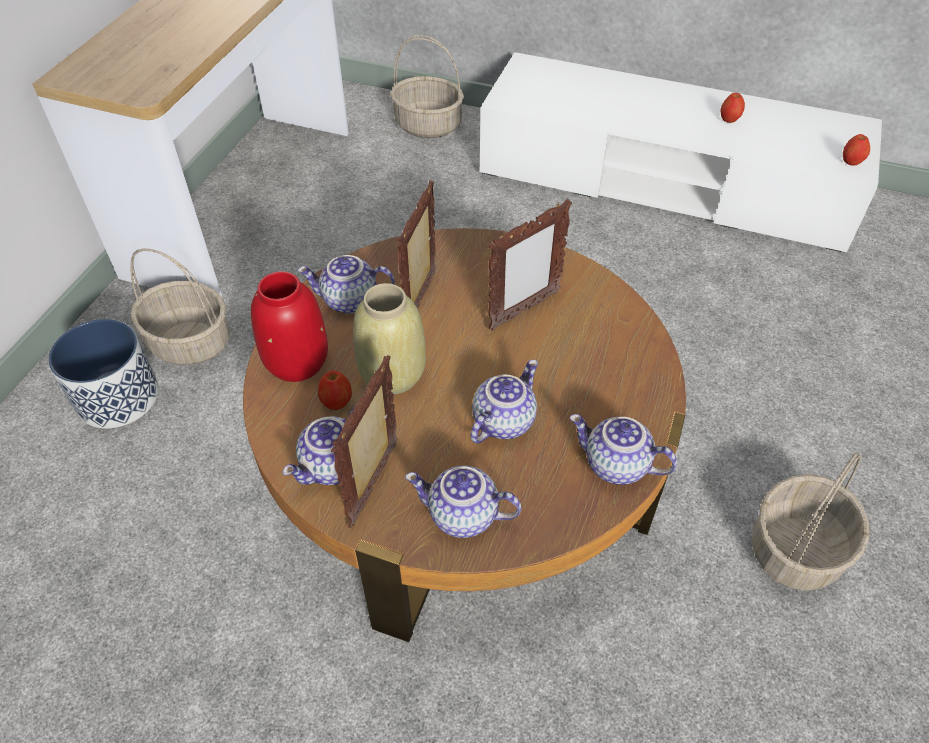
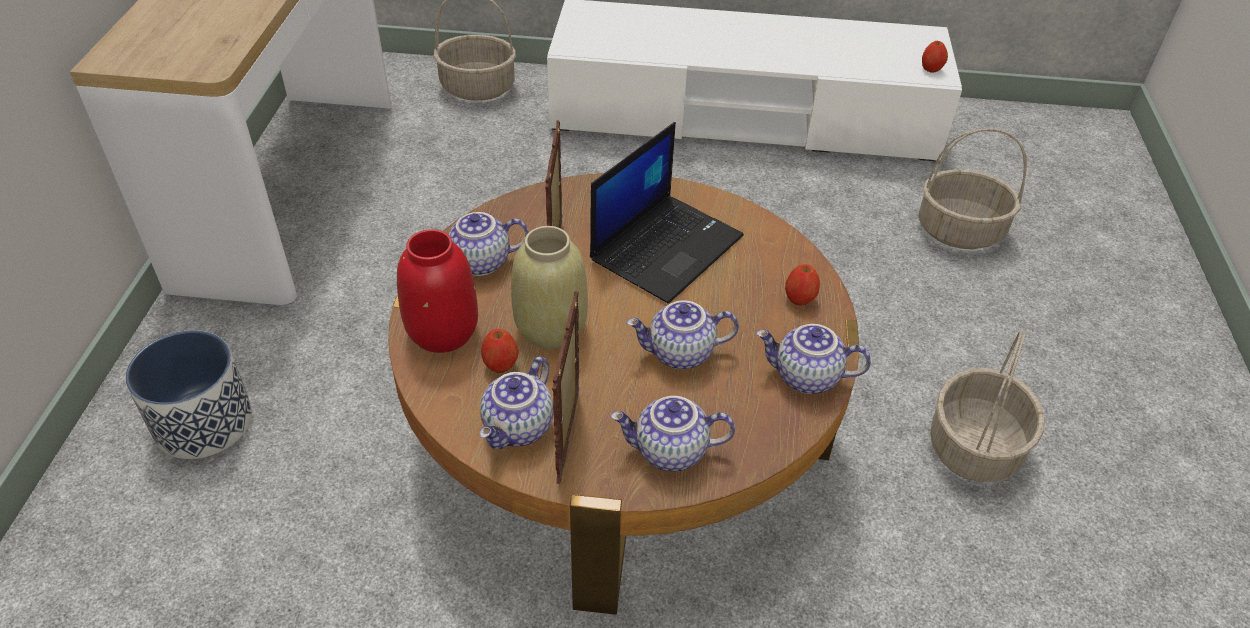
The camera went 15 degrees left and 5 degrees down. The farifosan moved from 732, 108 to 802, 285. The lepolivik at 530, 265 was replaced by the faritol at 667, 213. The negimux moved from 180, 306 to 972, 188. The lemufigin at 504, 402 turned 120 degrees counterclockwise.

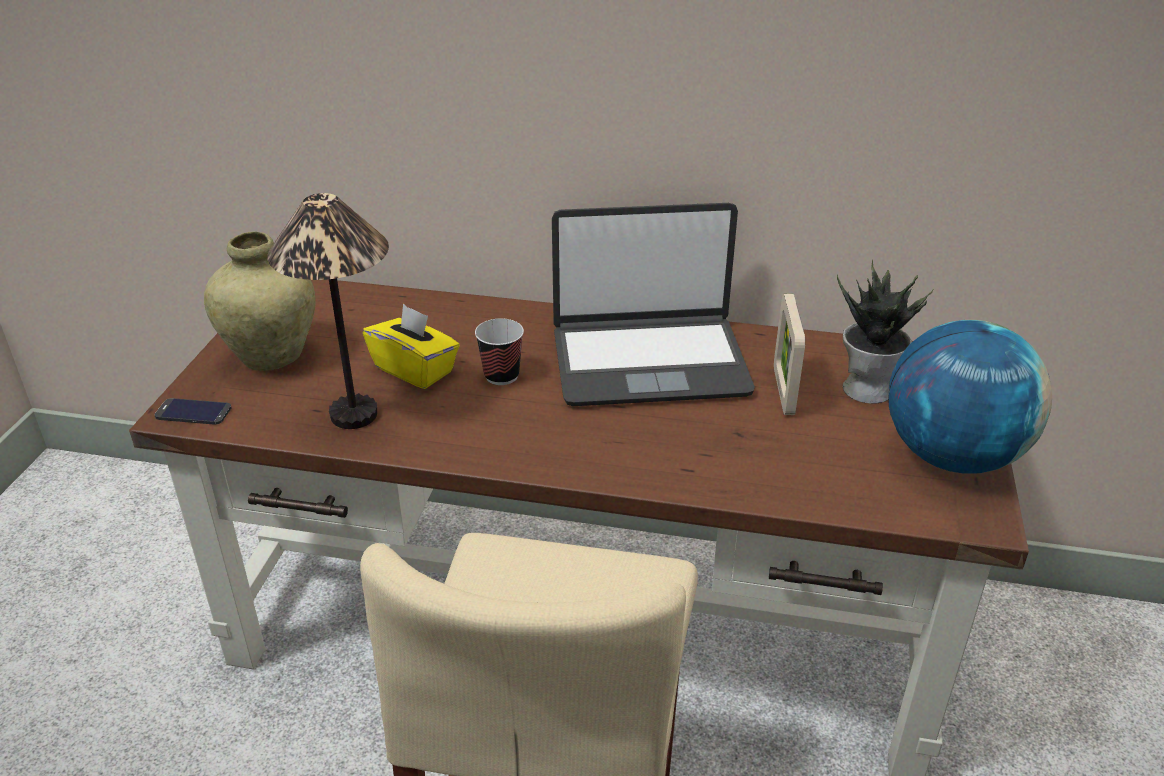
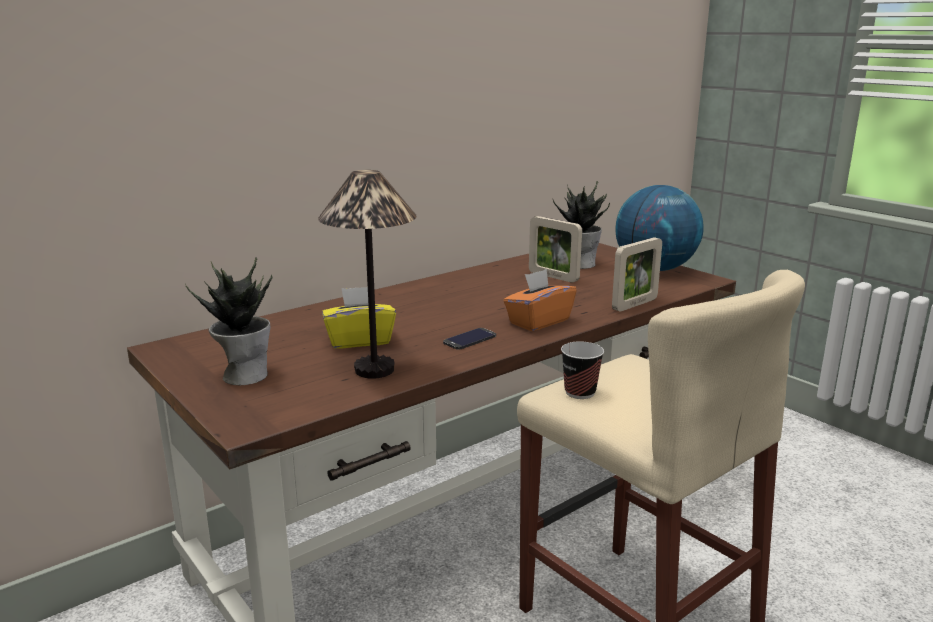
The camera went 50 degrees left and 15 degrees down. The faritol at 653, 304 disappeared. The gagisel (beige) at 260, 301 was replaced by the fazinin at 228, 321. The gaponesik moved from 499, 351 to 582, 370. The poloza moved from 193, 411 to 469, 339. The lepolivik at 637, 274 appeared. The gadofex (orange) at 540, 300 appeared.

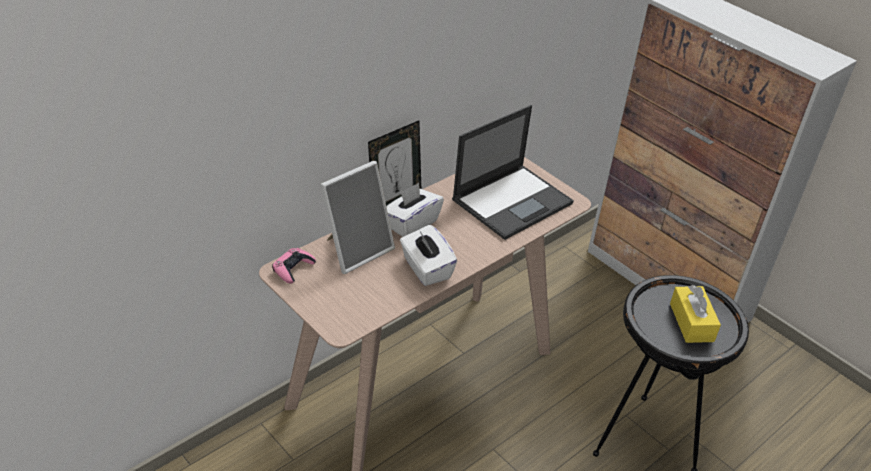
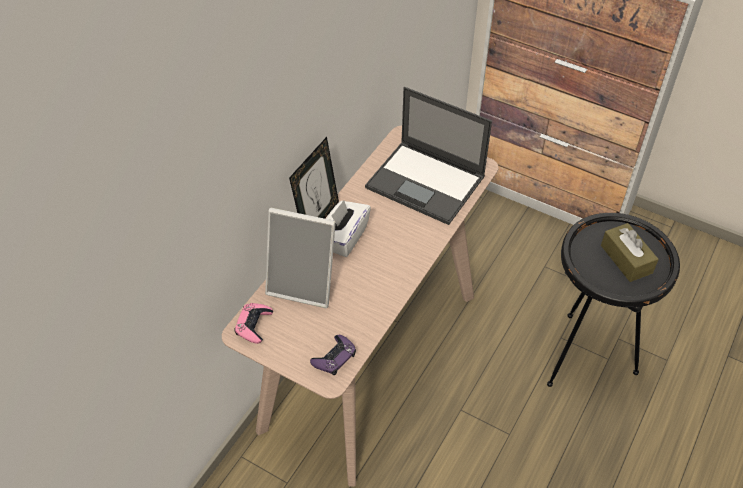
The camera went 15 degrees left and 10 degrees up. The faritol at 513, 172 turned 90 degrees clockwise. The lepolivik at 357, 217 turned 75 degrees clockwise. The gadofex (white) at 428, 255 disappeared. The gadofex (yellow) at 695, 314 became the gadofex (brown) at 630, 252. The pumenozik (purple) at 333, 355 appeared.

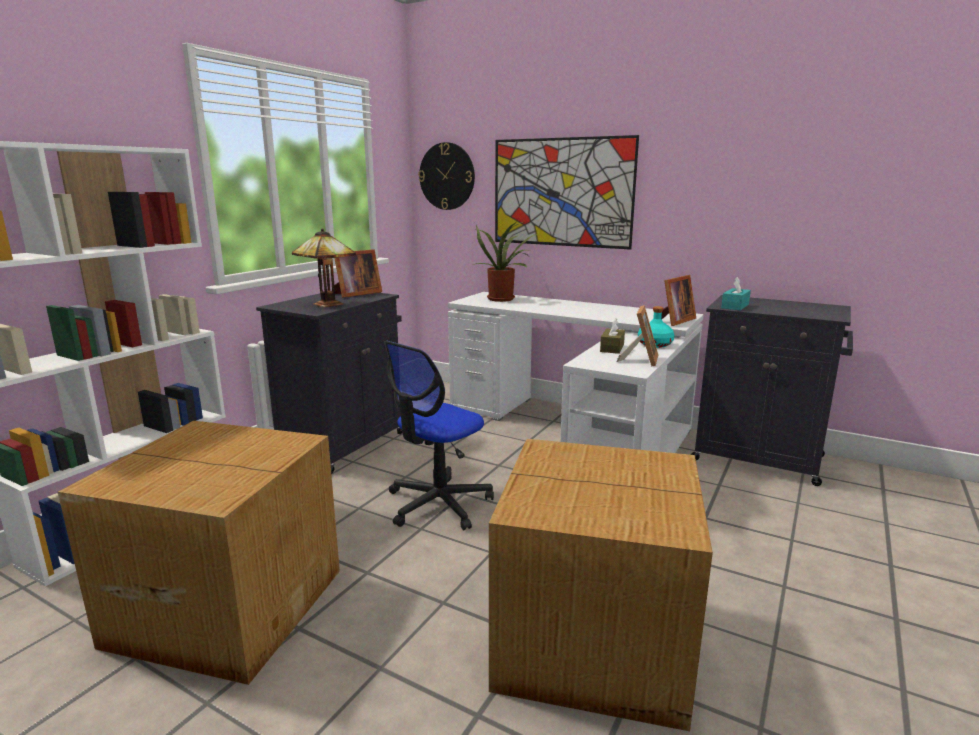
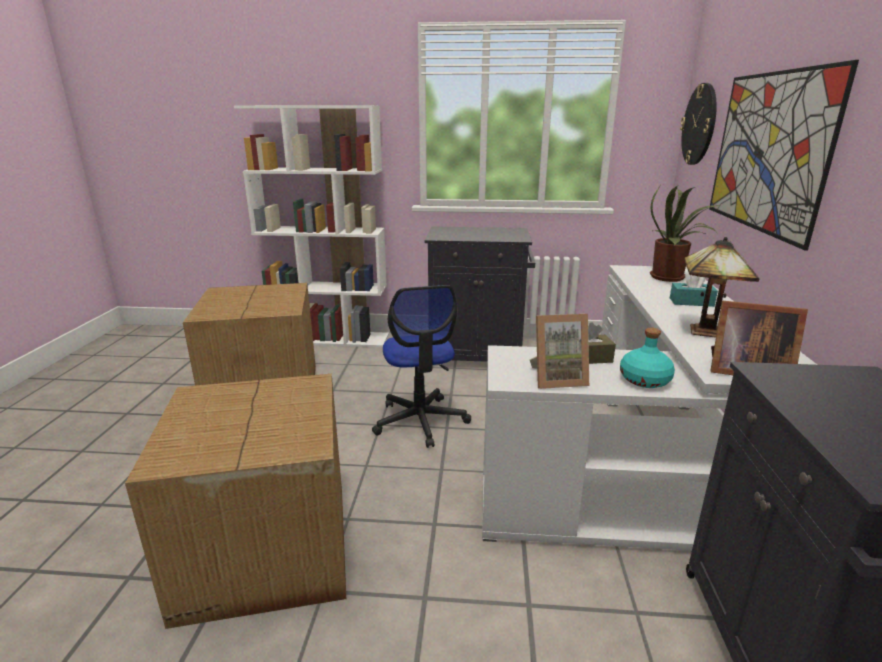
The camera went 65 degrees right and 5 degrees up. The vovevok moved from 324, 268 to 721, 287. The lepolivik at 358, 273 disappeared. The gadofex (turquoise) moved from 736, 293 to 694, 290. The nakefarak at 439, 435 turned 120 degrees counterclockwise.

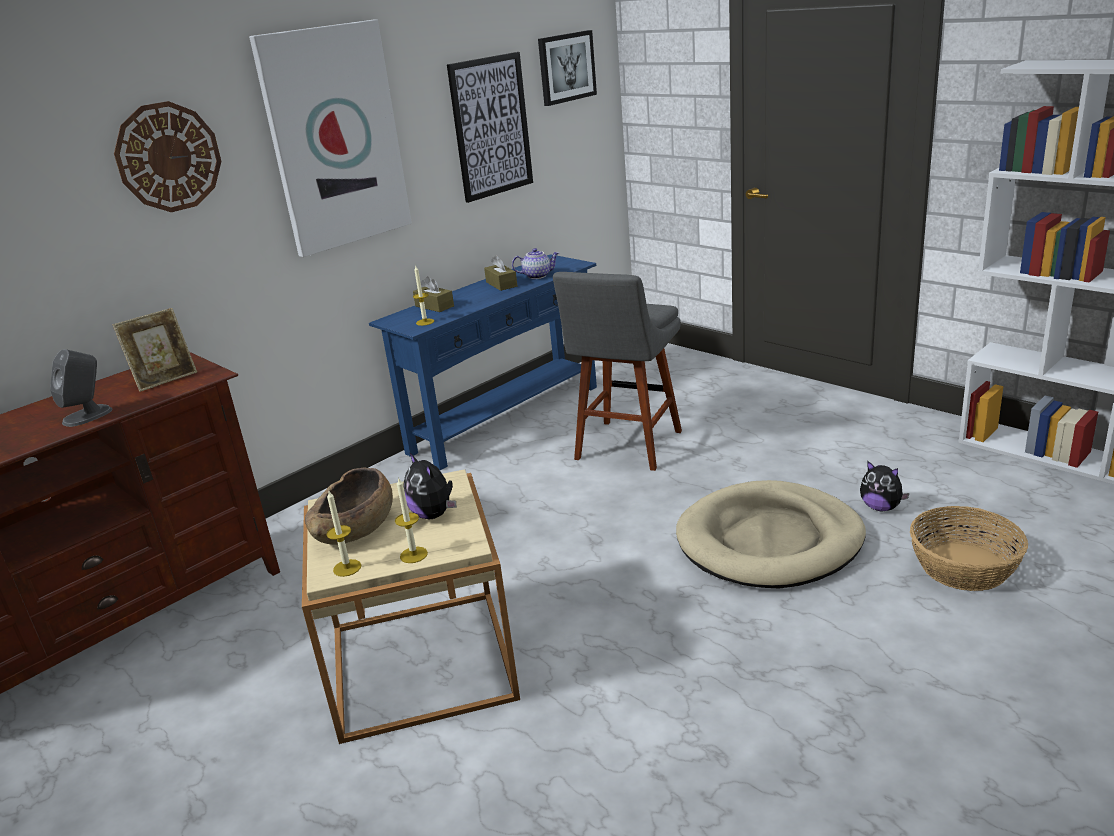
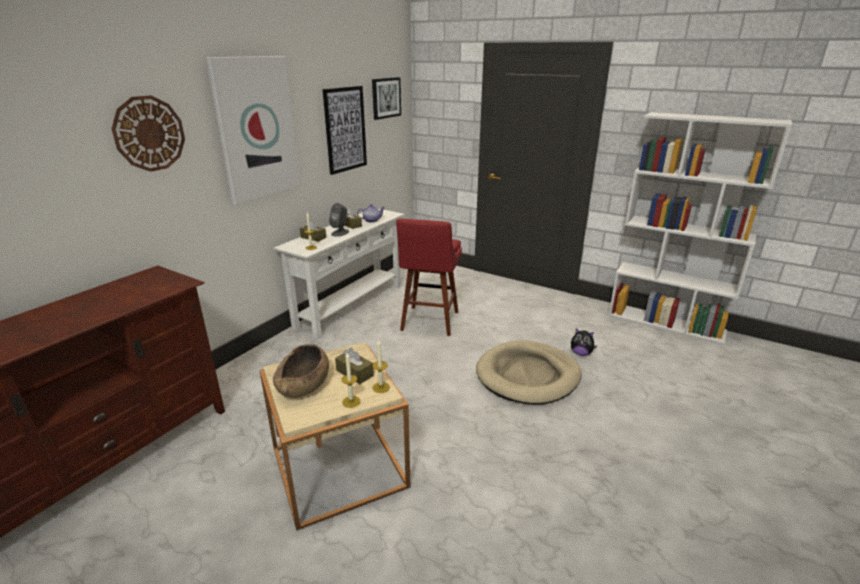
The camera went 15 degrees left and 0 degrees up. The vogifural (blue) at 483, 362 became the vogifural (white) at 338, 274. The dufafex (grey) at 617, 371 became the dufafex (red) at 429, 277. The lepolivik at 155, 350 disappeared. The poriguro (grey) moved from 81, 388 to 339, 220. The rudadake at 430, 485 was replaced by the gadofex (brown) at 354, 366. The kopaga moved from 344, 534 to 381, 366. The negimux at 969, 548 disappeared.

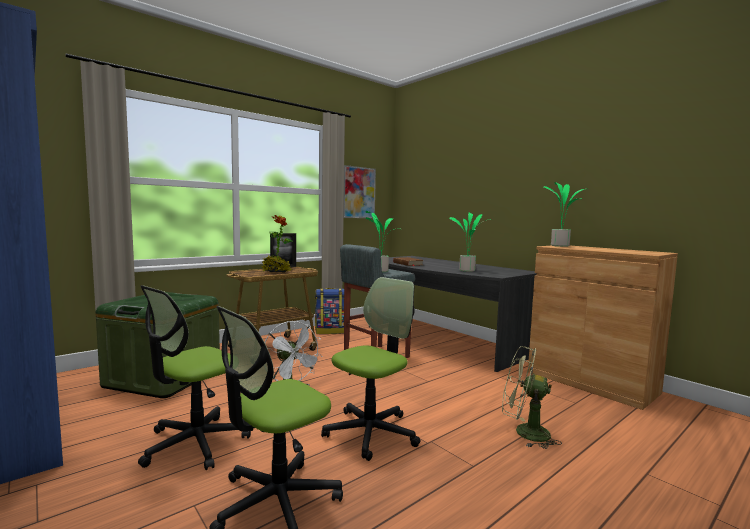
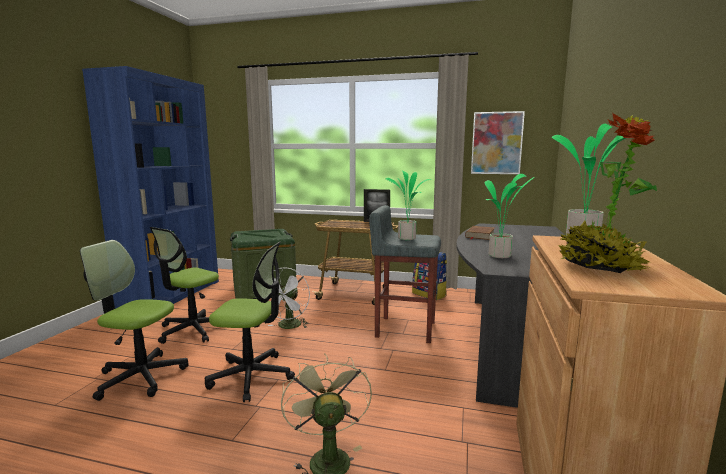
The camera went 55 degrees right and 5 degrees up. The fazinin moved from 277, 243 to 607, 193. The nakefarak at 194, 377 turned 60 degrees counterclockwise.

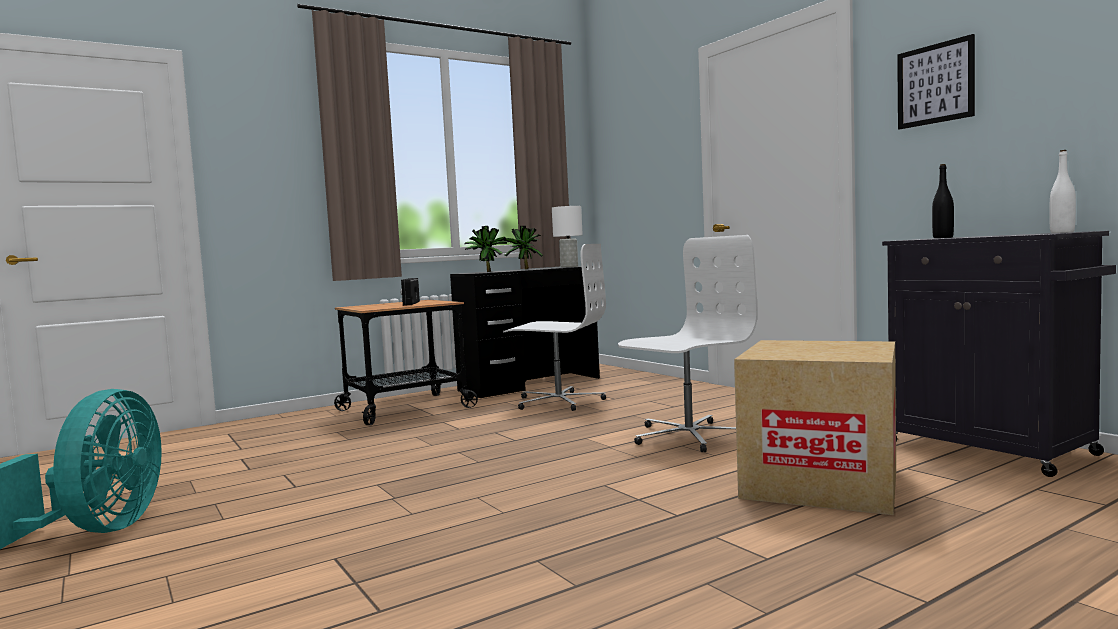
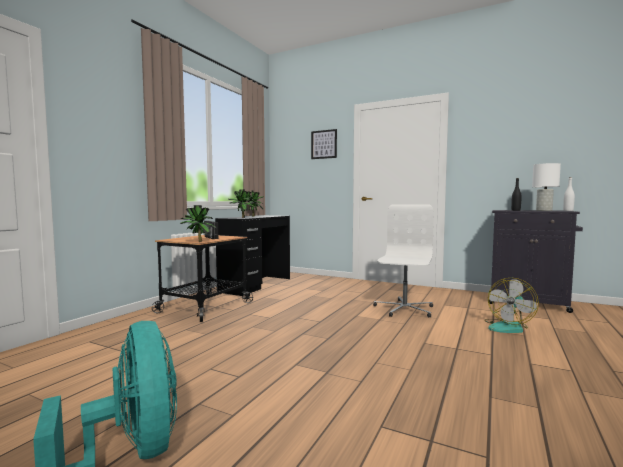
The camera went 30 degrees left and 0 degrees up. The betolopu moved from 936, 81 to 324, 144. The vovevok (white) moved from 567, 236 to 546, 187. The nakefarak (white) at 554, 327 disappeared. The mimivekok at 815, 427 was replaced by the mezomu at 511, 305. The fazinin at 198, 223 appeared.

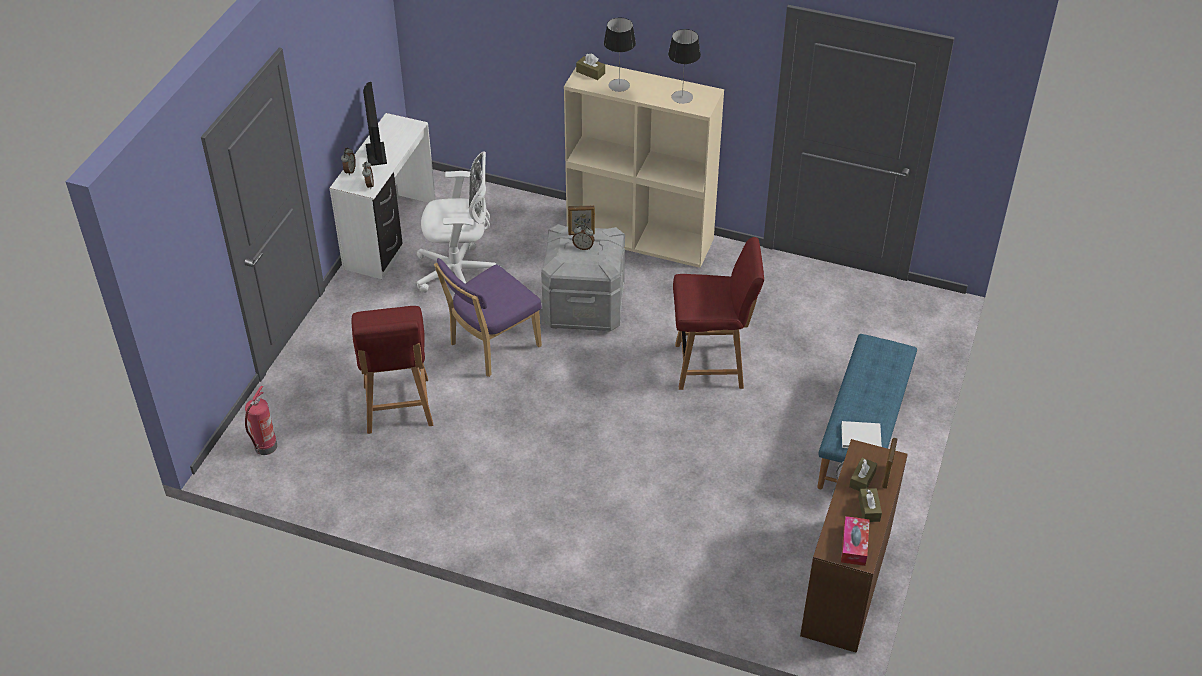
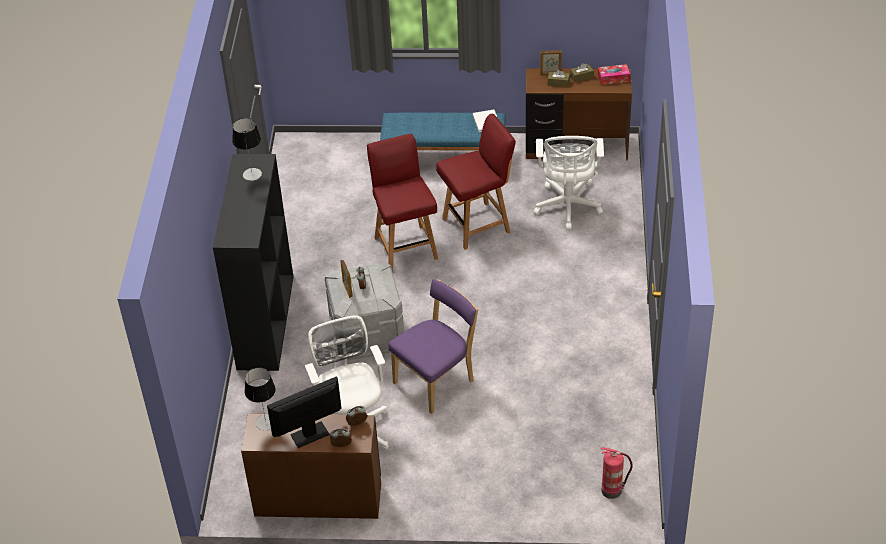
The camera went 105 degrees left and 0 degrees up. The vovevok moved from 620, 55 to 260, 399. The gadofex (brown) at 590, 67 disappeared. The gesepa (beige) at 644, 166 became the gesepa (black) at 253, 262. The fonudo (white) at 383, 196 became the fonudo (brown) at 311, 466. The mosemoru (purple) at 488, 317 turned 75 degrees counterclockwise. The mosemoru (red) moved from 392, 370 to 476, 182. The nakefarak (white) at 569, 183 appeared.

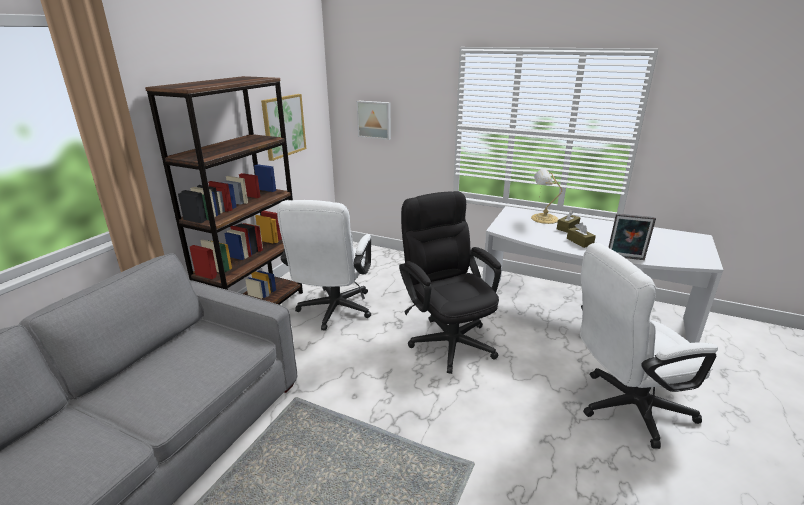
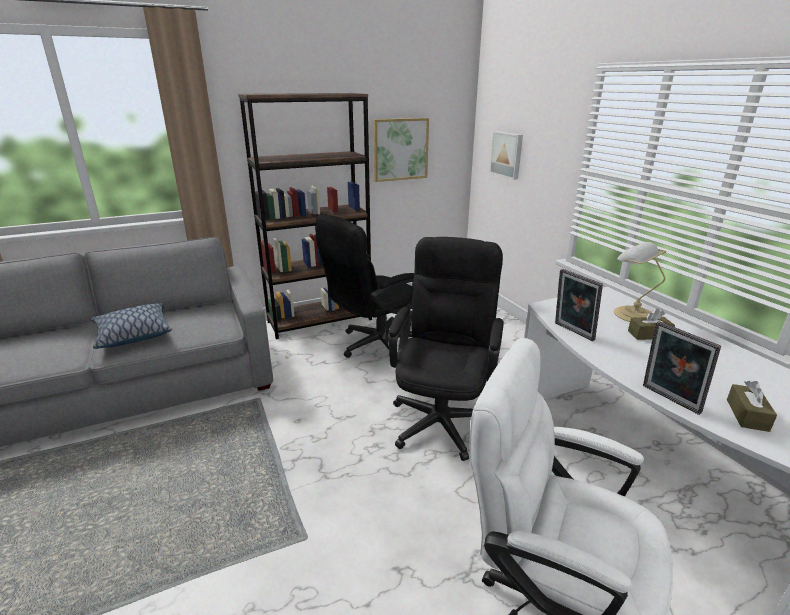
The camera went 40 degrees right and 0 degrees up. The nakefarak (white) at 324, 265 became the nakefarak (black) at 364, 286. The gadofex (brown) moved from 581, 235 to 752, 406. The lepolivik at 579, 305 appeared. The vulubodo at 131, 326 appeared.

